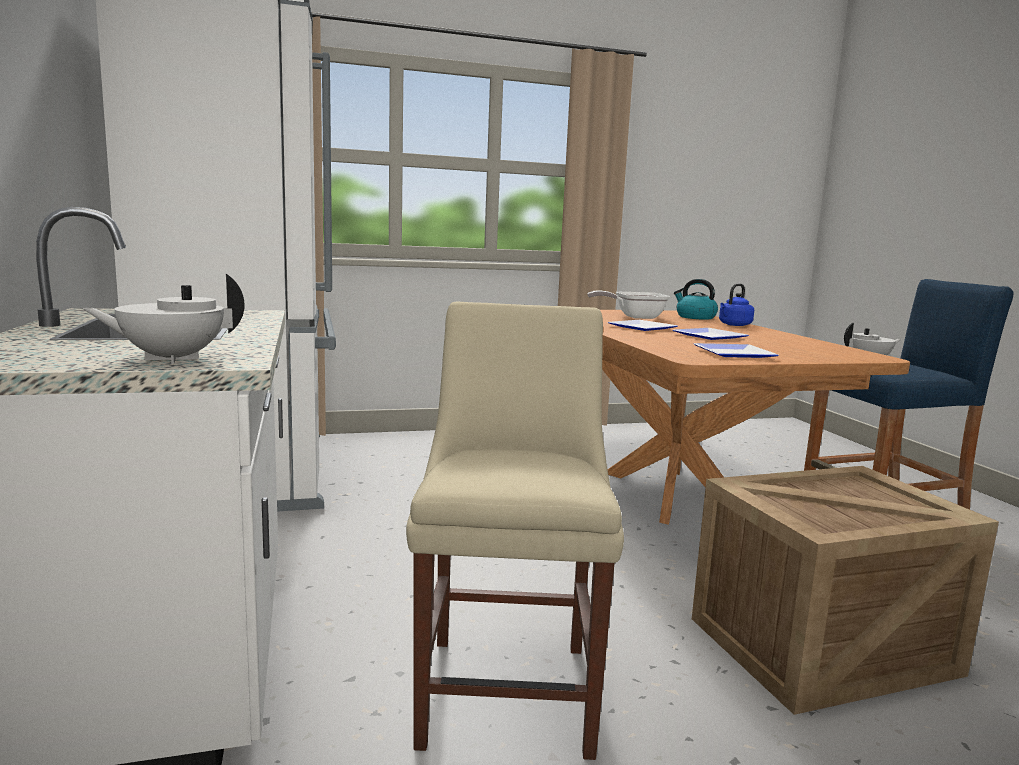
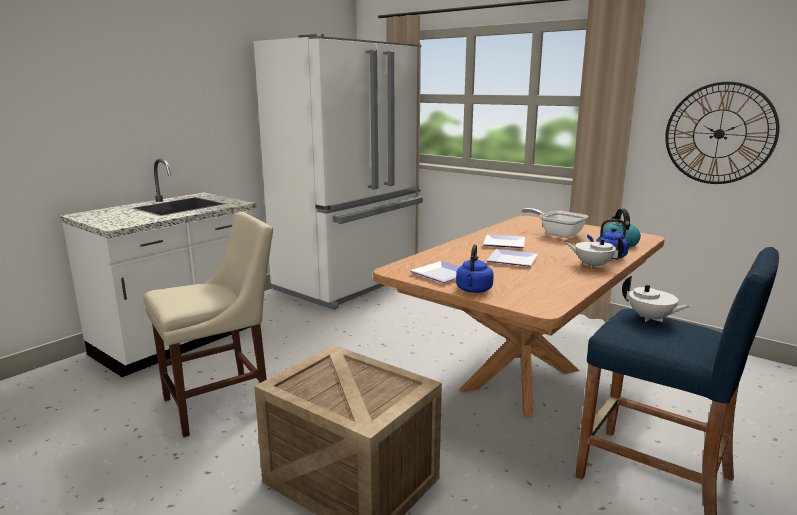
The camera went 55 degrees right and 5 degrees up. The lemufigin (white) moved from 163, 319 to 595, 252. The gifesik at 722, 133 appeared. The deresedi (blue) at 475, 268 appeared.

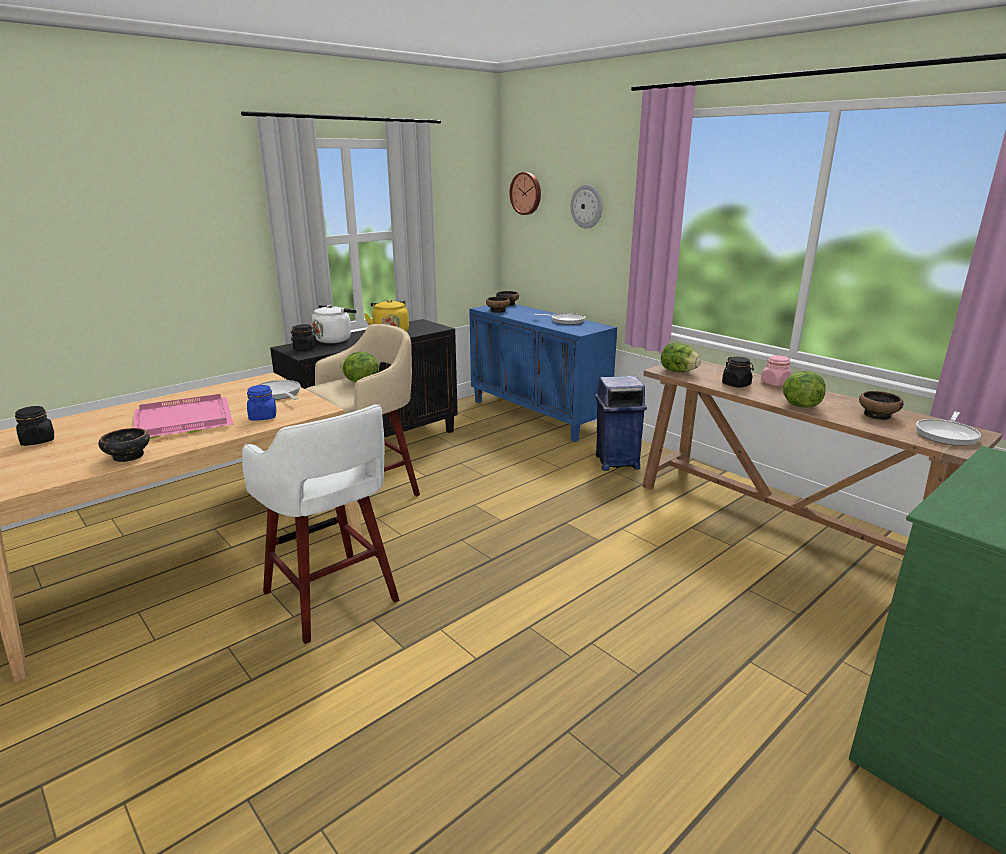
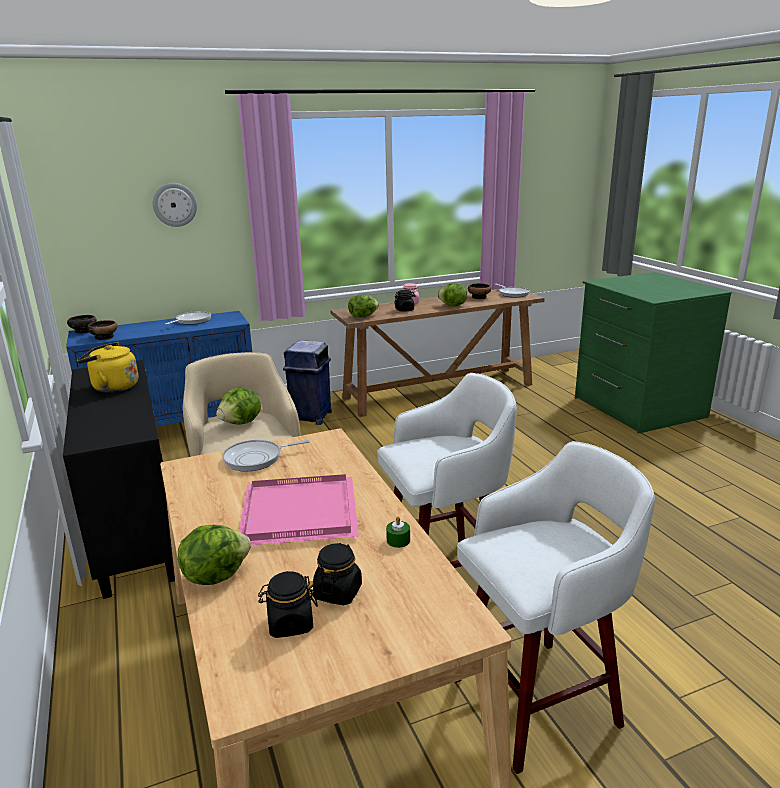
The camera went 70 degrees left and 0 degrees up. The gifesik at 525, 193 disappeared. The deresedi (white) at 334, 324 disappeared. The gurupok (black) moved from 304, 337 to 337, 574. The gurupok (blue) at 261, 403 disappeared. The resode at 124, 445 was replaced by the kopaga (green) at 398, 532. The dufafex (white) at 555, 607 appeared. The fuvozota at 214, 555 appeared.

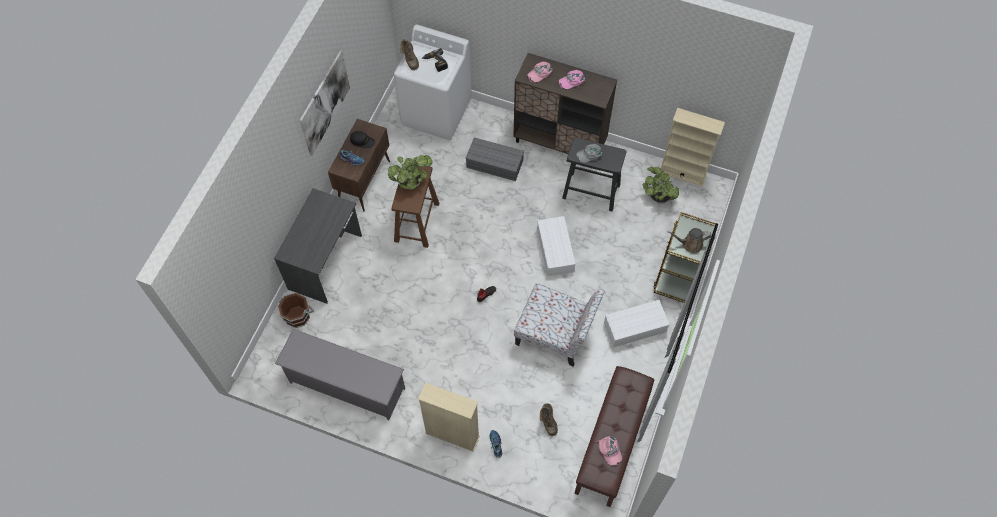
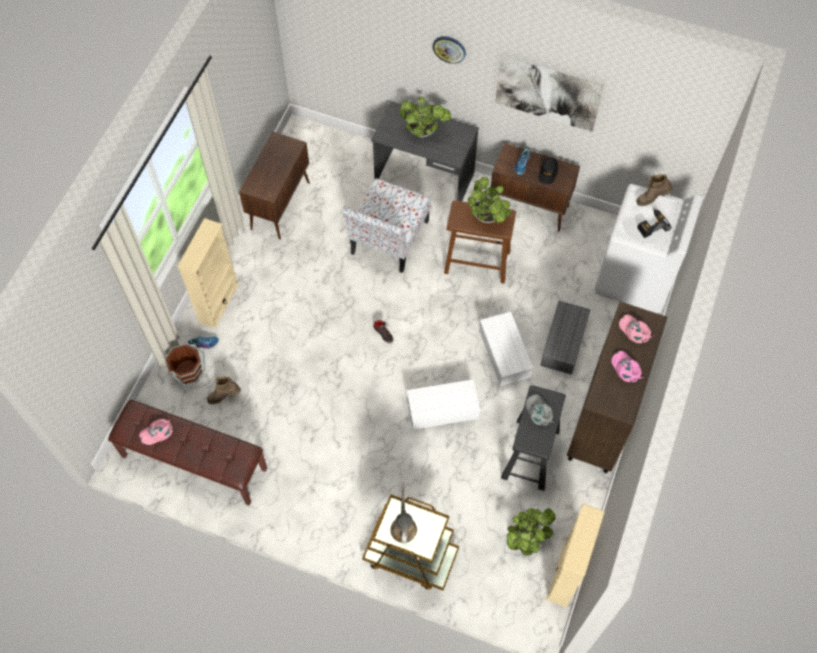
The camera went 90 degrees right and 0 degrees up. The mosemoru moved from 559, 325 to 387, 225. The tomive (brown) moved from 296, 310 to 185, 365. The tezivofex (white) moved from 637, 323 to 506, 349. The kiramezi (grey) at 340, 374 was replaced by the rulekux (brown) at 274, 185. The gifesik at 449, 50 appeared. The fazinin at 425, 117 appeared.

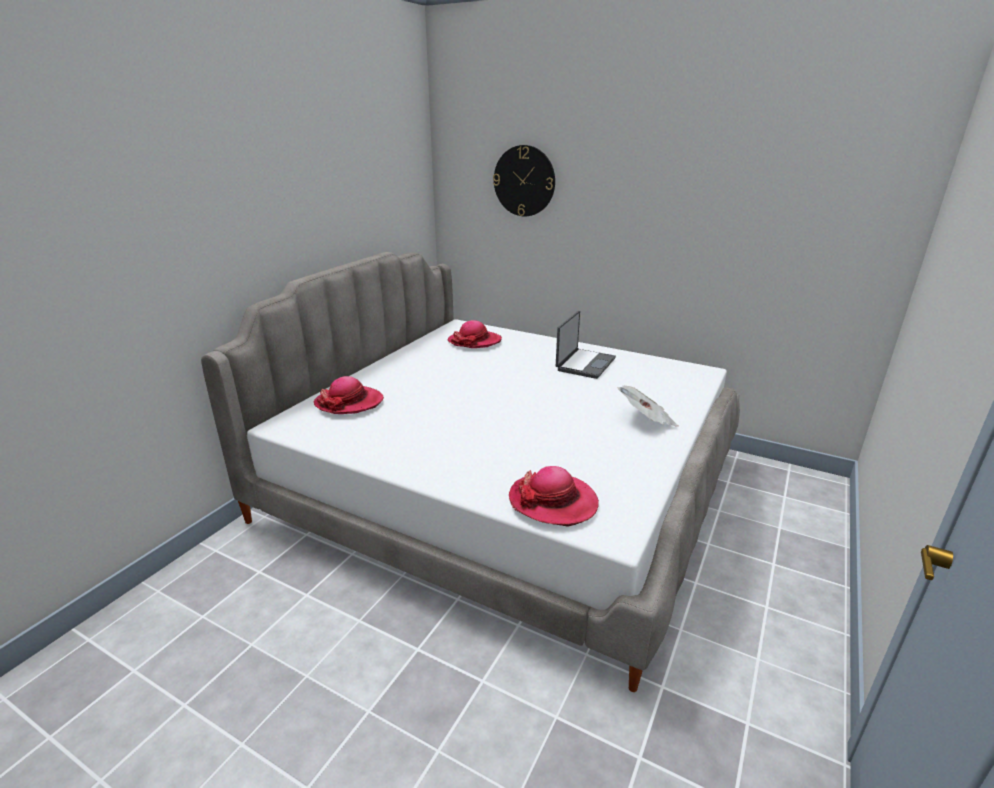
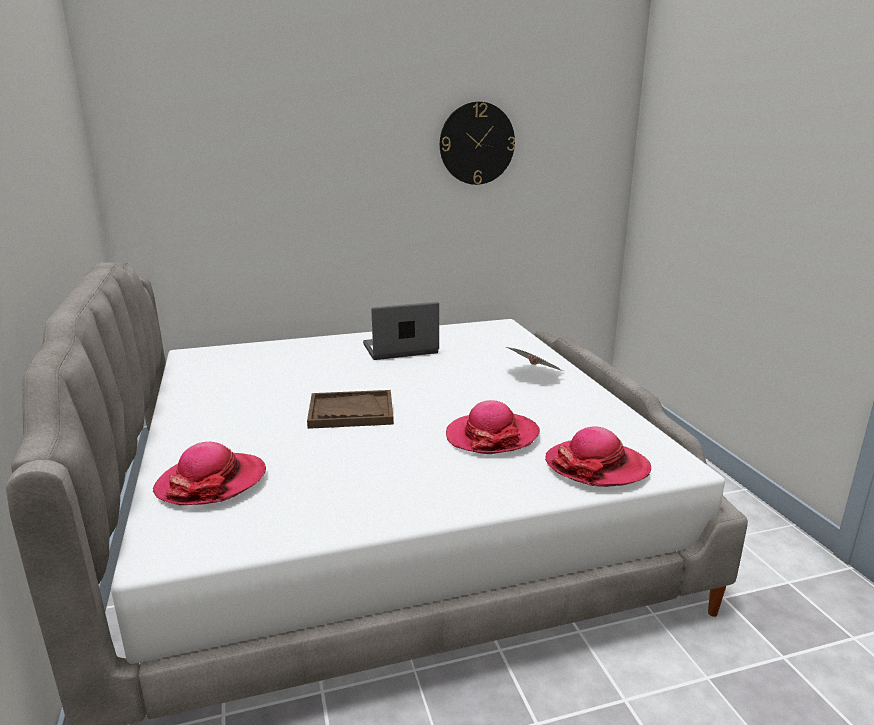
The camera went 45 degrees left and 5 degrees down. The gifesik moved from 524, 180 to 477, 143. The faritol at 586, 345 turned 90 degrees counterclockwise. The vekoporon moved from 475, 334 to 493, 427. The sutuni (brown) at 350, 409 appeared.

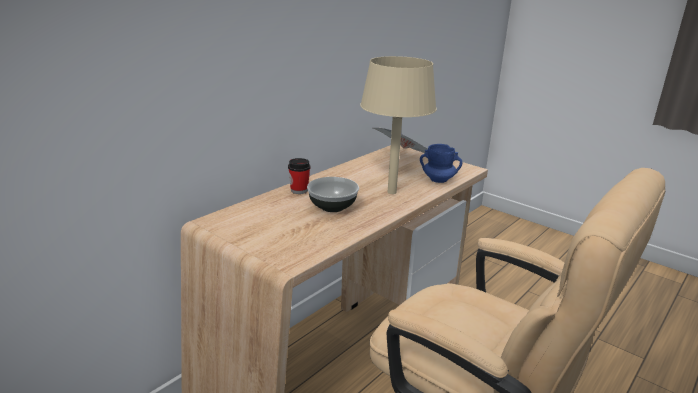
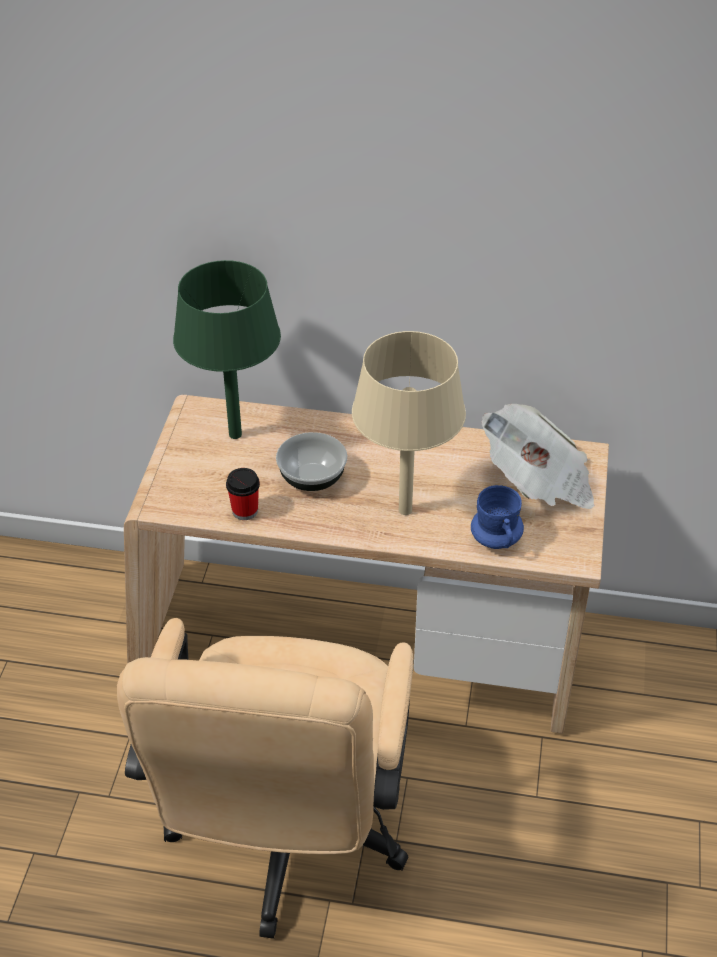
The camera went 60 degrees right and 20 degrees up. The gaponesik moved from 299, 176 to 243, 494. The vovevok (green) at 227, 349 appeared.

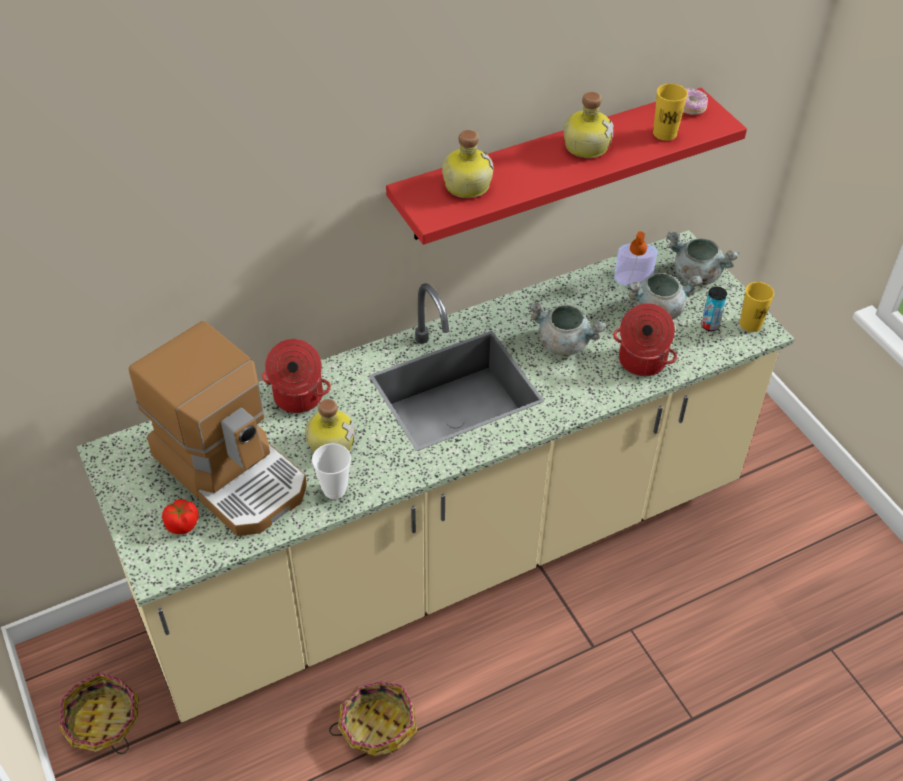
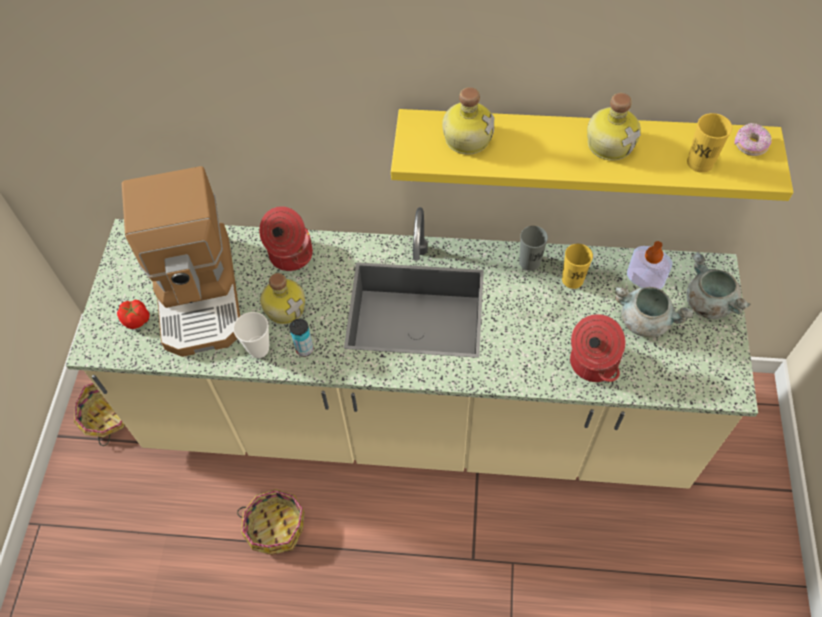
The camera went 35 degrees right and 10 degrees up. The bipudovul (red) at 566, 166 became the bipudovul (yellow) at 592, 155. The gaponesik (yellow) moved from 757, 307 to 577, 266. The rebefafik moved from 714, 309 to 301, 338. The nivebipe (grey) at 568, 329 disappeared. The gaponesik (grey) at 533, 248 appeared.

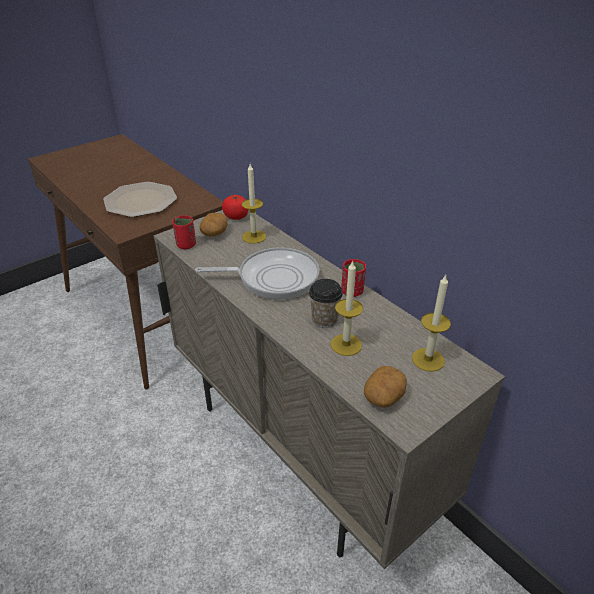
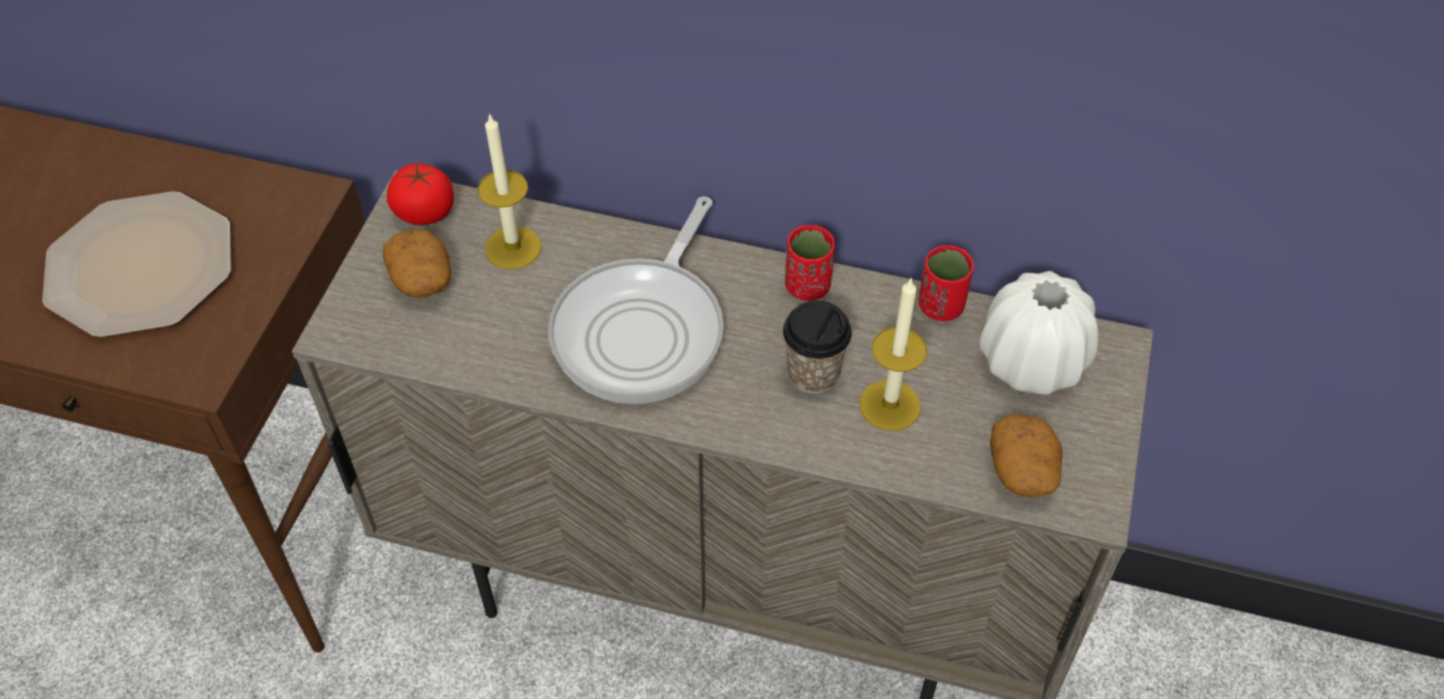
The camera went 35 degrees left and 15 degrees up. The gaponesik (red) moved from 184, 232 to 946, 283. The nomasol at 257, 274 turned 150 degrees clockwise. The kopaga at 431, 323 was replaced by the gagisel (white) at 1039, 333.

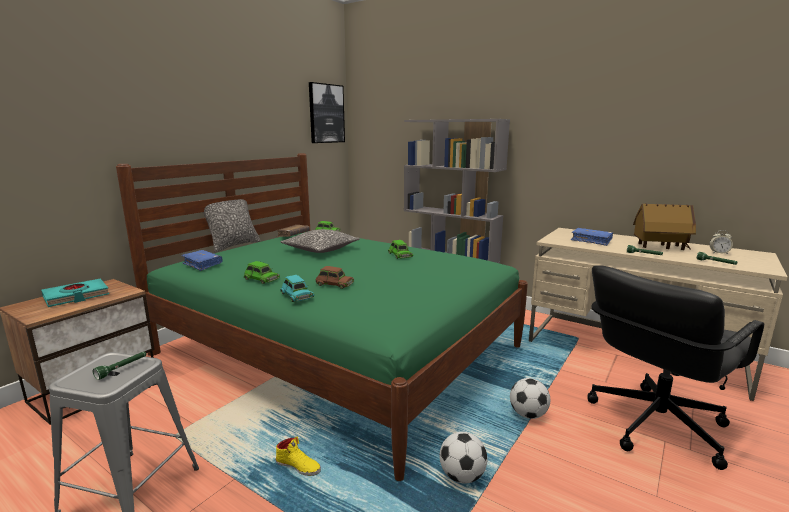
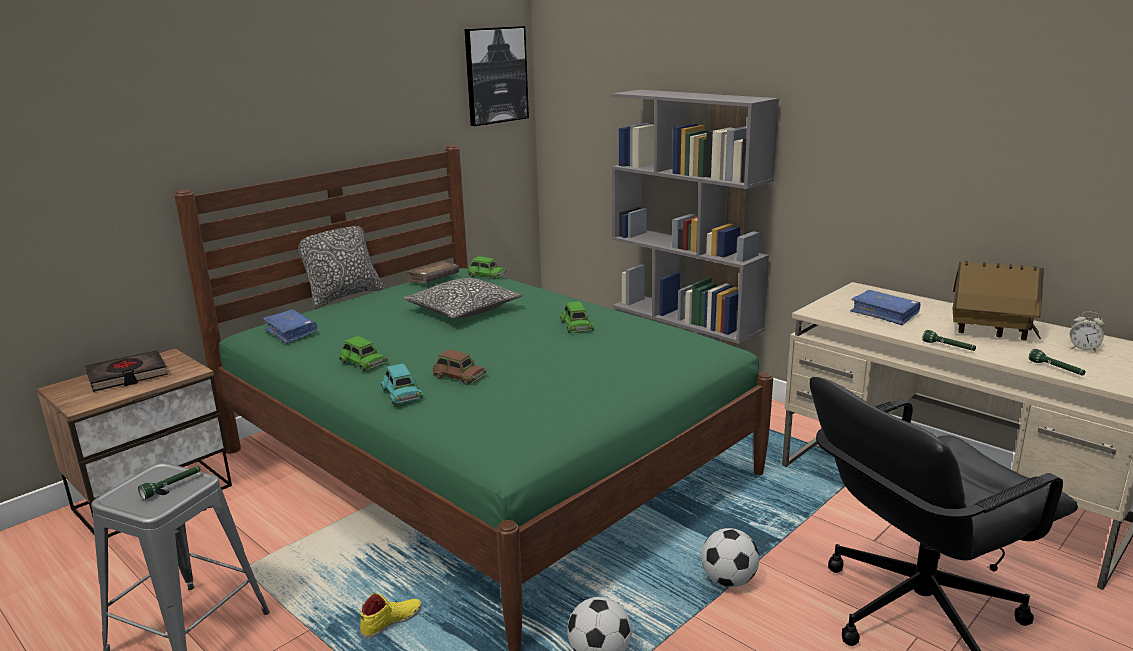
The camera went 10 degrees right and 5 degrees up. The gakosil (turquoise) at 75, 293 became the gakosil (black) at 126, 371. The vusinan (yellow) at 298, 456 turned 75 degrees counterclockwise.

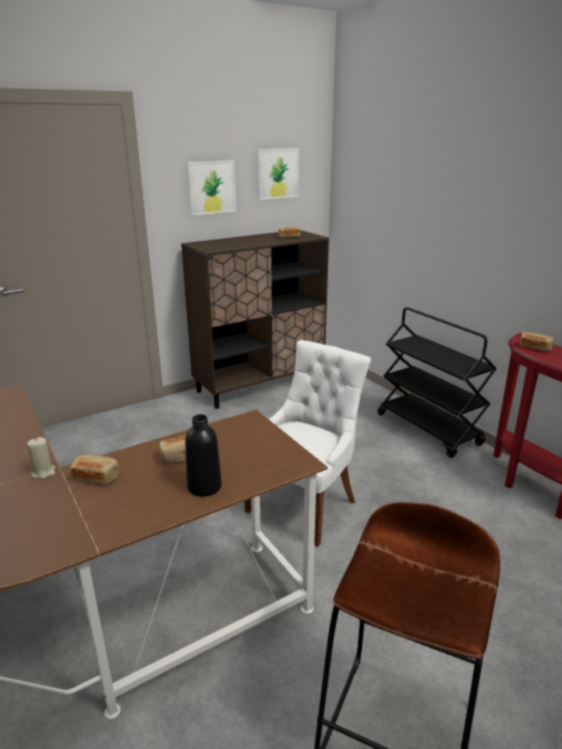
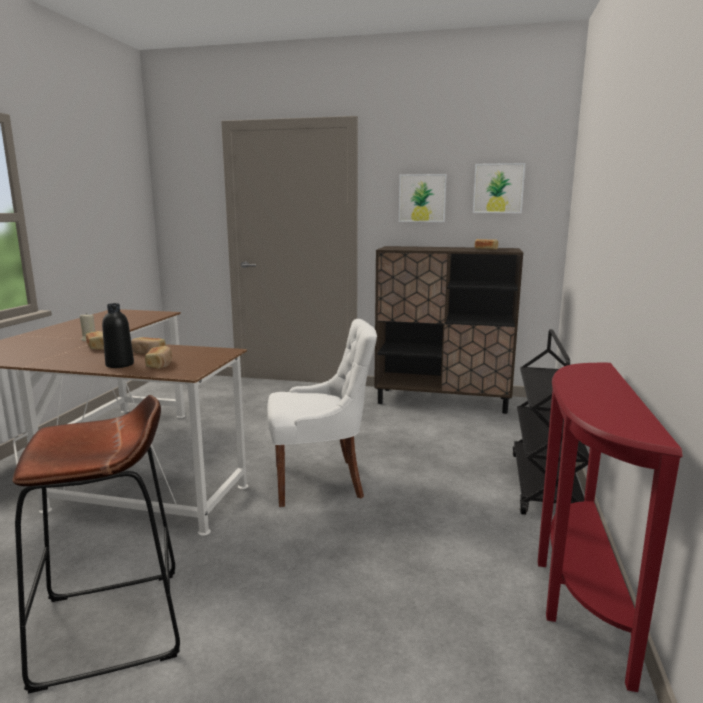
The camera went 45 degrees right and 10 degrees down. The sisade moved from 537, 341 to 158, 357.

